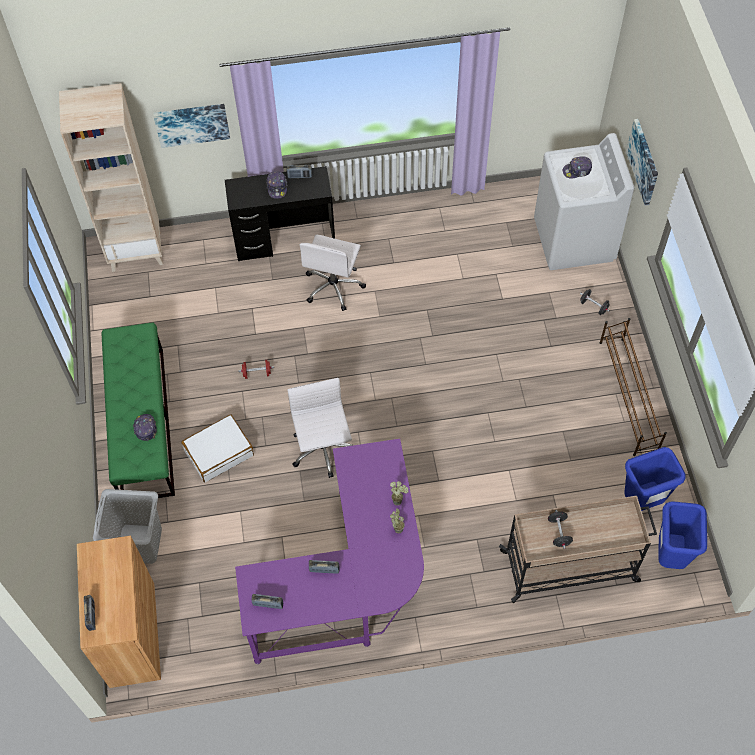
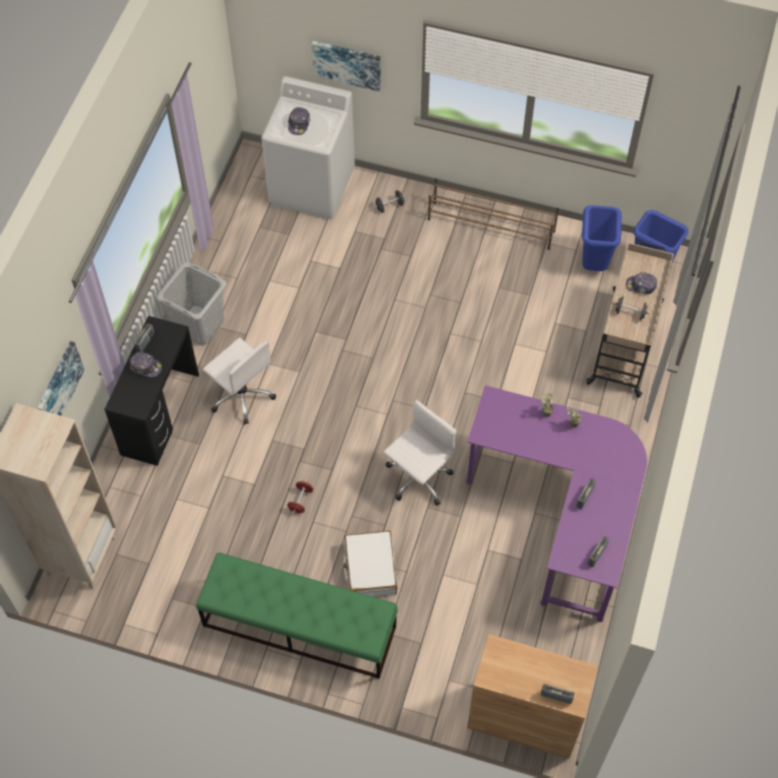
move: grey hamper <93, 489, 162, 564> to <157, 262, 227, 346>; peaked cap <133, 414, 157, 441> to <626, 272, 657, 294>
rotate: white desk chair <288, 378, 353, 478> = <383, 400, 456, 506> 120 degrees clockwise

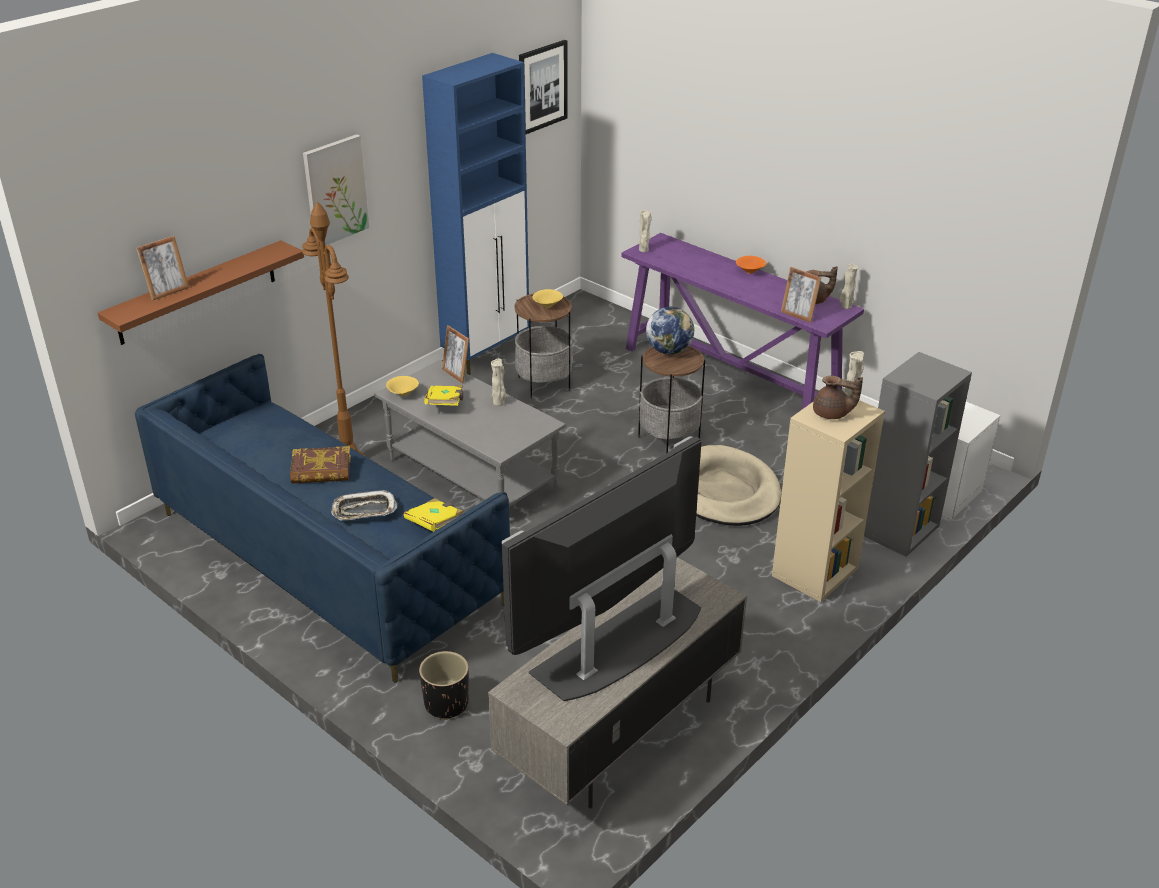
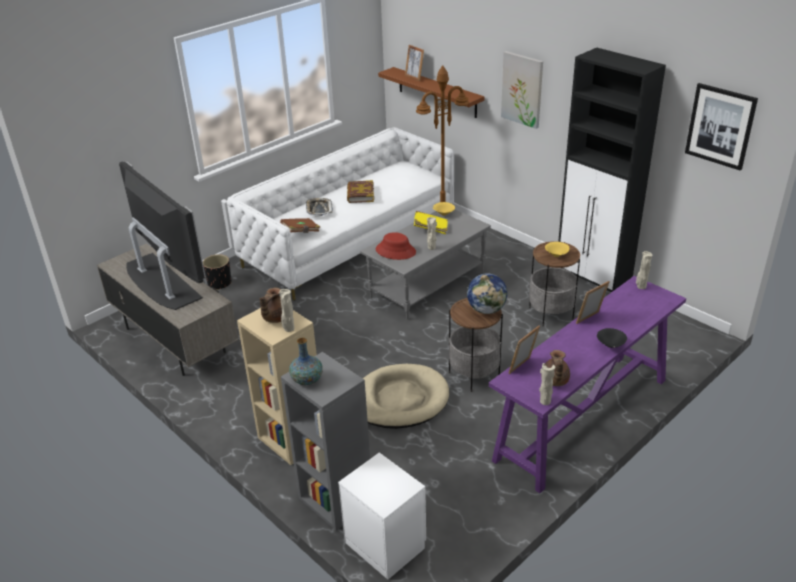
insert: vase <289, 338, 323, 385>; reddish hat <376, 232, 416, 260>
move: standing frame <442, 325, 469, 383> to <576, 281, 610, 324>
recolor: blue settee <135, 354, 510, 683> to white settee <227, 127, 454, 301>; yellow-coloured book <404, 498, 464, 532> to brownish book <280, 218, 320, 233>; blue storage cabinet <422, 53, 529, 375> to blackish storage cabinet <558, 48, 666, 292>; orange-coloured deep dish <736, 256, 766, 274> to blackish deep dish <597, 328, 627, 348>

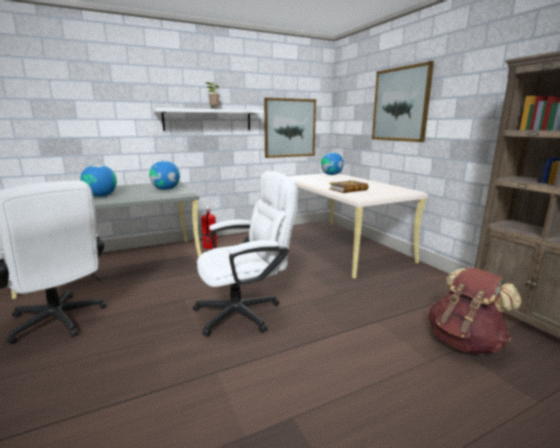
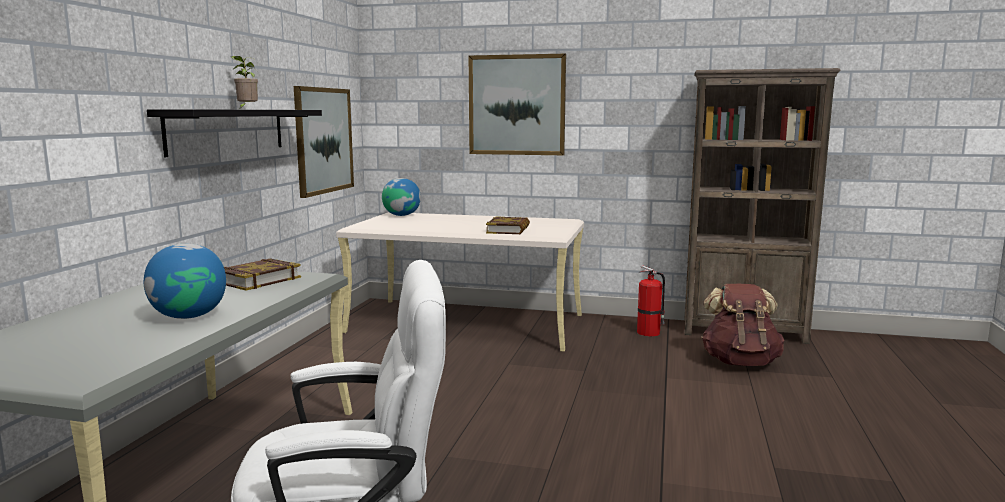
delete: white desk chair <193, 171, 298, 336>
move: fire-fighting cylinder <201, 206, 217, 249> to <637, 265, 665, 336>
replace: world globe <149, 161, 180, 190> to book <224, 258, 301, 291>
recolor: white bracket shelf <153, 108, 264, 131> to blackish bracket shelf <147, 109, 322, 157>

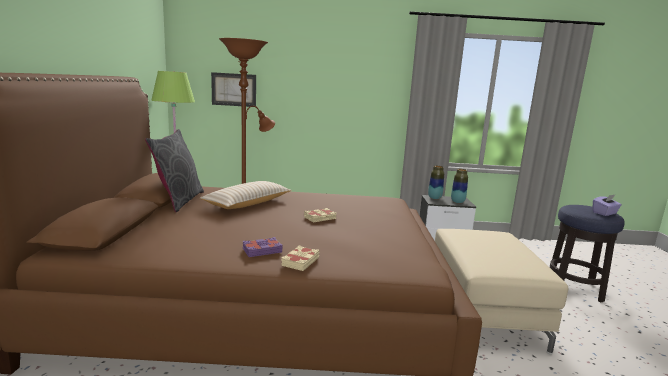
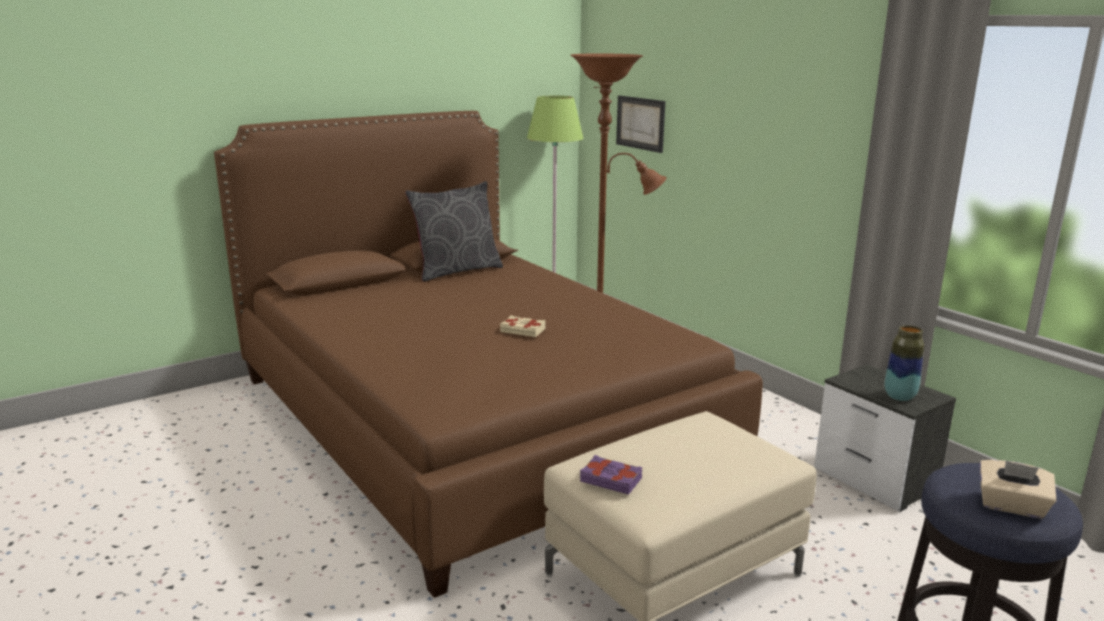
delete: beige-coloured pillow <200, 181, 292, 209>; beige-coloured book <281, 246, 319, 271>; vase <428, 166, 444, 199>
move: purple-coloured book <243, 237, 282, 257> to <580, 455, 643, 495>
recolor: purple-coloured box of tissues <593, 195, 622, 216> to beige-coloured box of tissues <979, 460, 1057, 519>

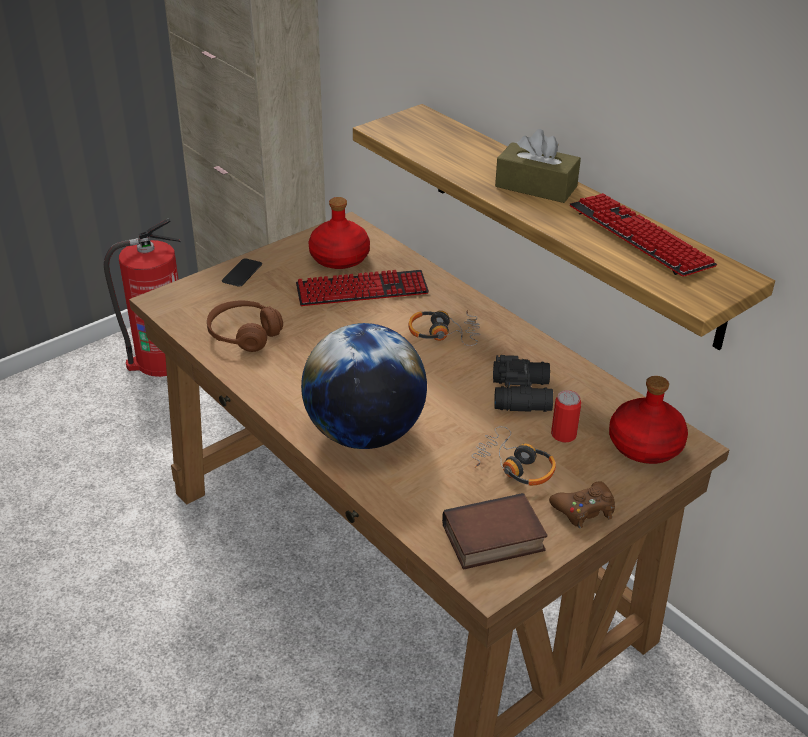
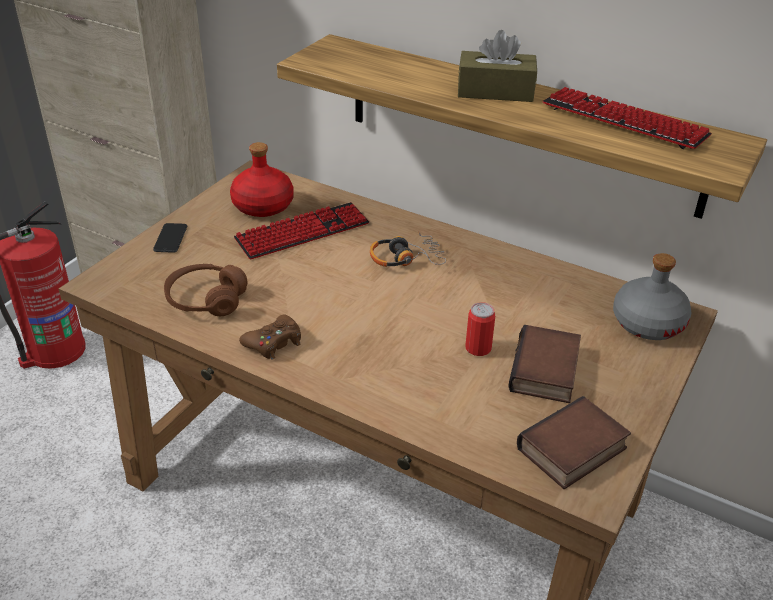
delete: world globe <301, 323, 427, 449>; blackish field glasses <493, 355, 553, 412>
move: brownish gamepad <549, 481, 615, 528> to <239, 315, 301, 360>; can <551, 390, 581, 442> to <465, 302, 495, 356>
replace: headset <472, 426, 556, 486> to book <509, 325, 581, 403>
recolor: reddish bottle <609, 376, 688, 464> to grey bottle <613, 253, 691, 340>

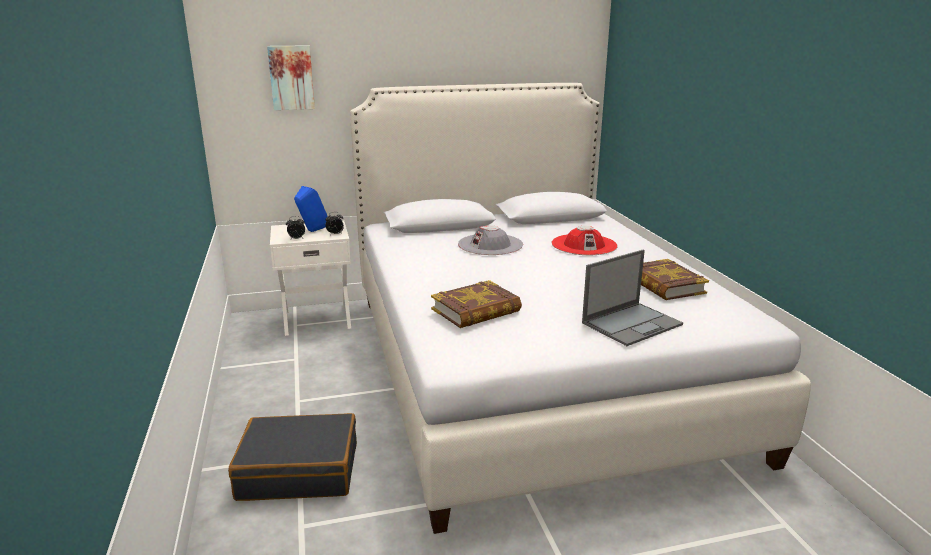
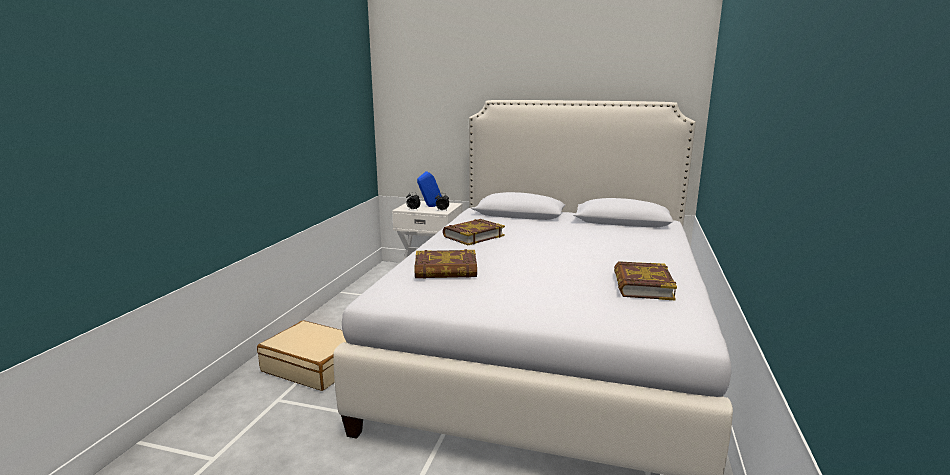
delete: picture <267, 45, 315, 110>; grey hat <458, 225, 523, 255>; reddish hat <552, 226, 618, 255>; laptop <582, 249, 683, 346>
insert: book <443, 219, 505, 245>
recolor: blackish piece of luggage <228, 413, 357, 501> to beige-coloured piece of luggage <257, 321, 347, 391>

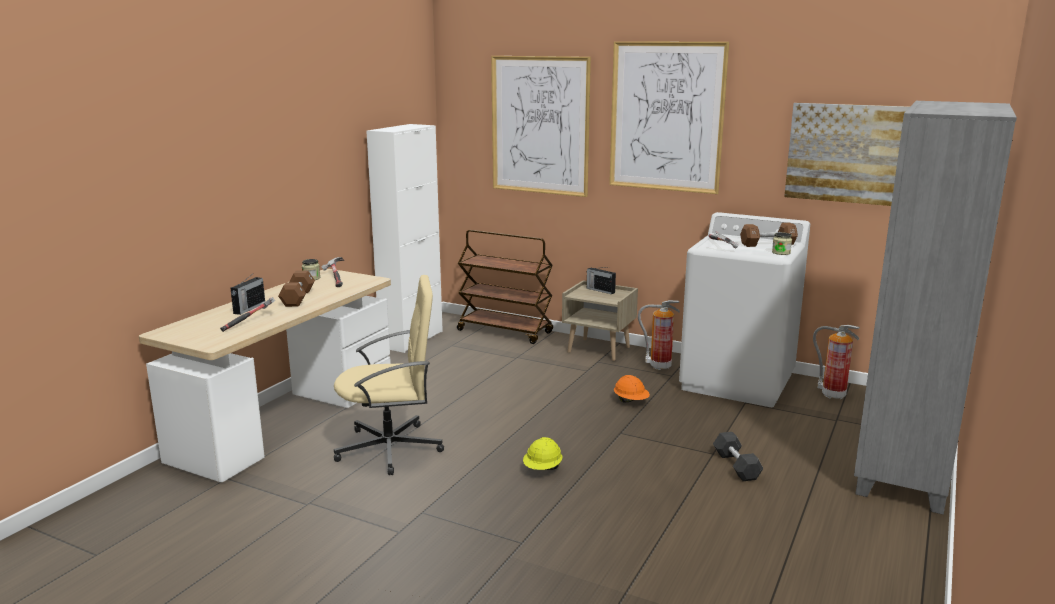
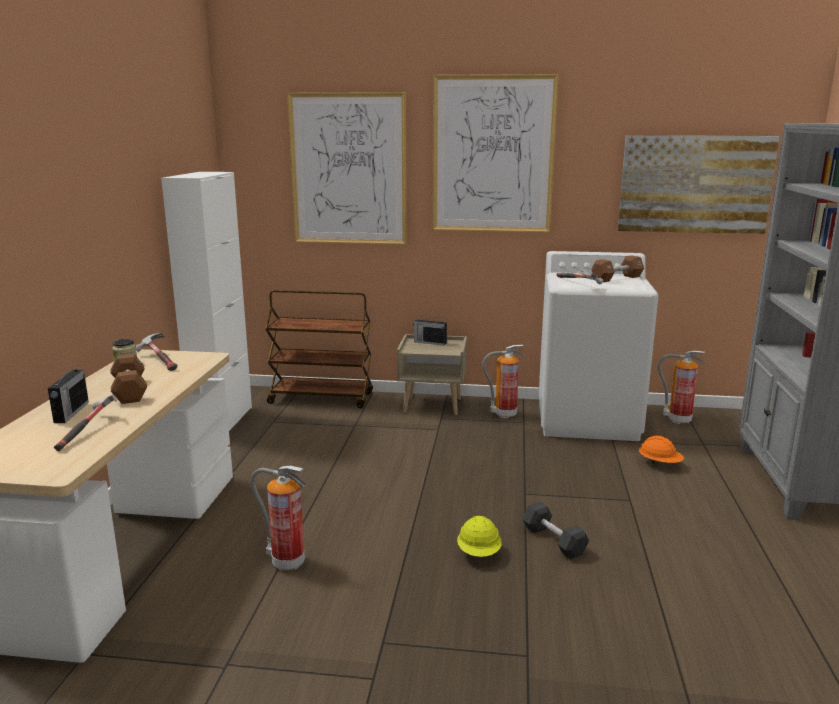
delete: preserve jar <772, 232, 792, 255>
move: orange-coloured work helmet <614, 375, 650, 402> to <639, 436, 684, 467>; blackish dumbbell <713, 432, 764, 481> to <522, 501, 589, 559>
replace: beige-coloured desk chair <334, 275, 444, 475> to fire-fighting cylinder <251, 466, 306, 570>

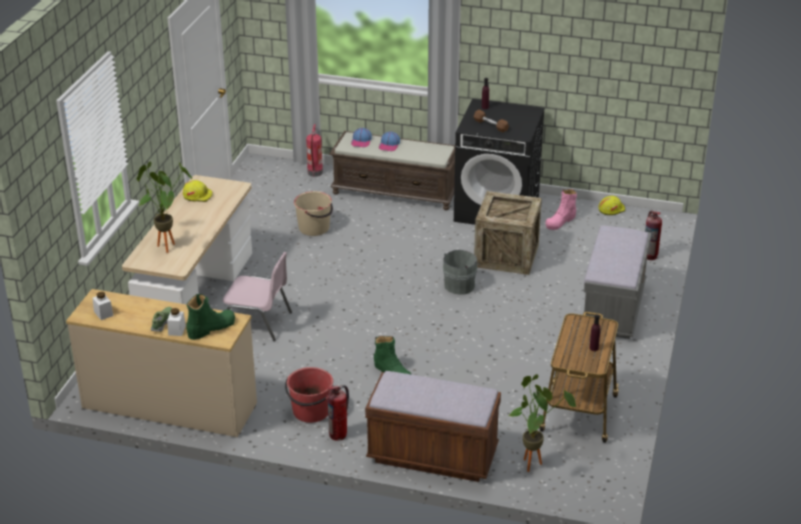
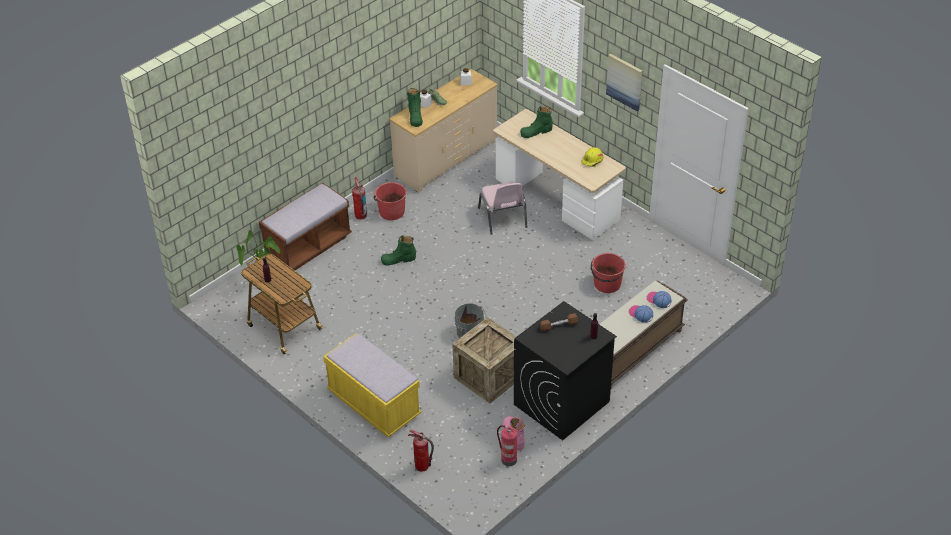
delete: yellow-coloured work helmet <598, 196, 625, 215>
insert: picture <606, 54, 642, 111>
move: fire-fighting cylinder <306, 124, 323, 177> to <497, 425, 519, 466>
replace: plant in a pot <136, 161, 192, 253> to green-coloured high-top boot <520, 106, 553, 138>
recolor: beige-coloured water bucket <294, 191, 333, 236> to reddish water bucket <591, 253, 626, 293>; grey bench <584, 225, 651, 339> to yellow-coloured bench <323, 333, 421, 437>
rotate: pink upright chair <223, 252, 292, 341> = <478, 181, 527, 235> 60 degrees counterclockwise

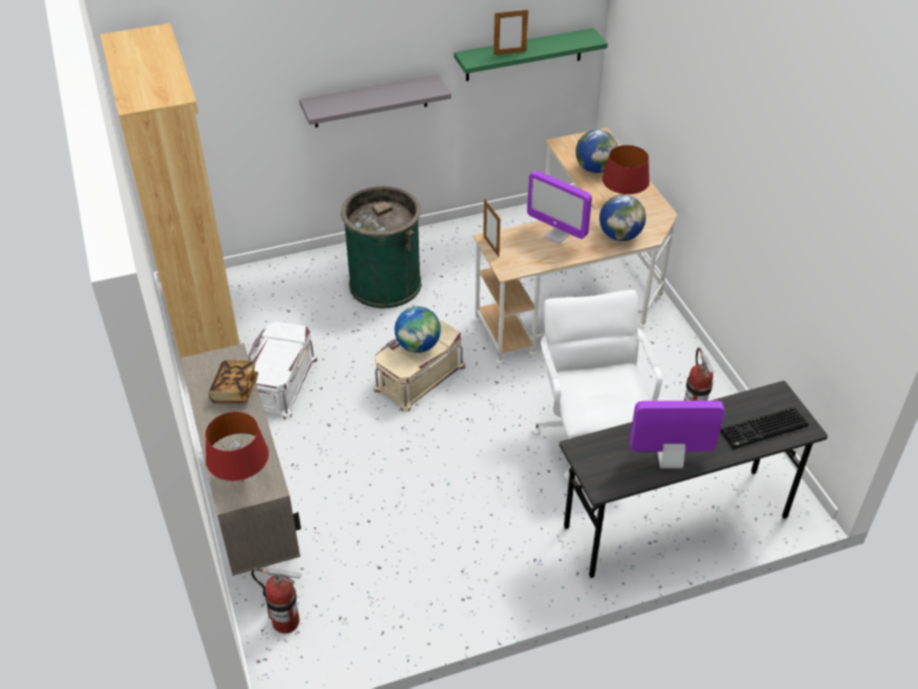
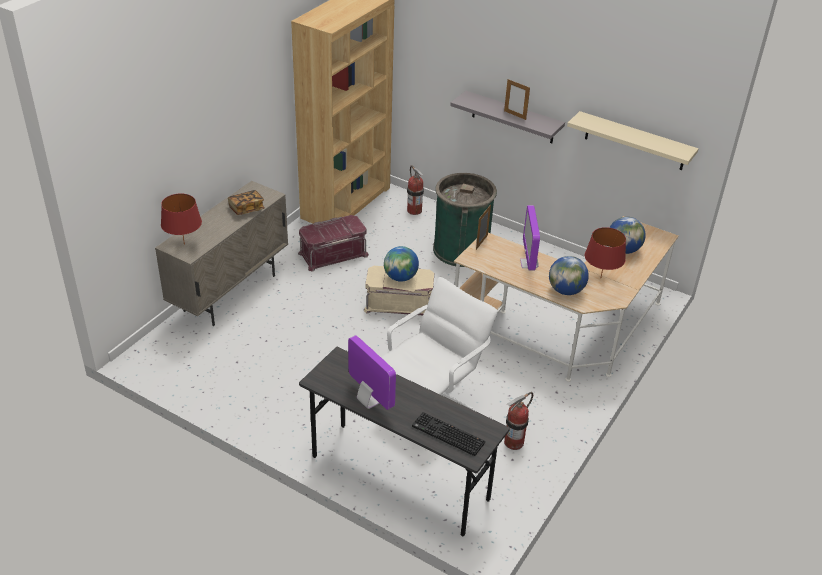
move: fire-fighting cylinder <251, 568, 302, 634> to <407, 165, 424, 215>; standing frame <494, 10, 528, 55> to <504, 79, 530, 120>
recolor: white storage box <248, 322, 317, 420> to reddish storage box <298, 215, 369, 272>; green-coloured bracket shelf <454, 28, 608, 81> to beige-coloured bracket shelf <567, 111, 699, 170>

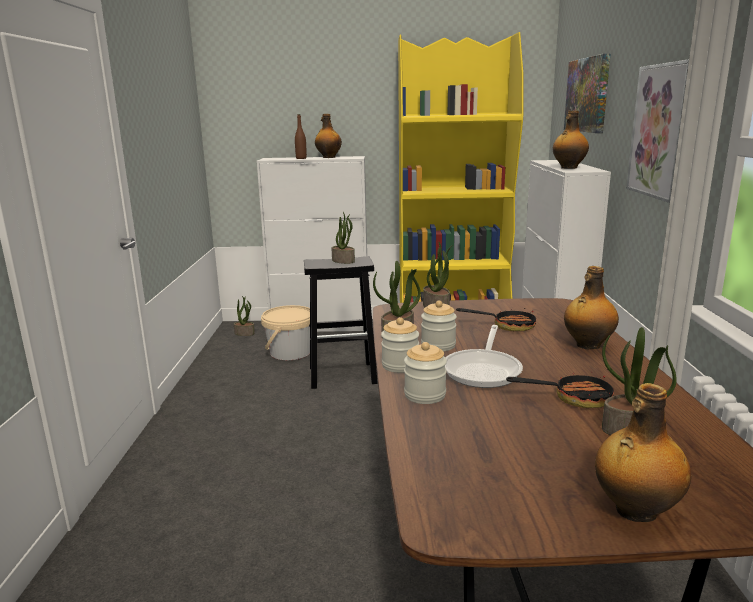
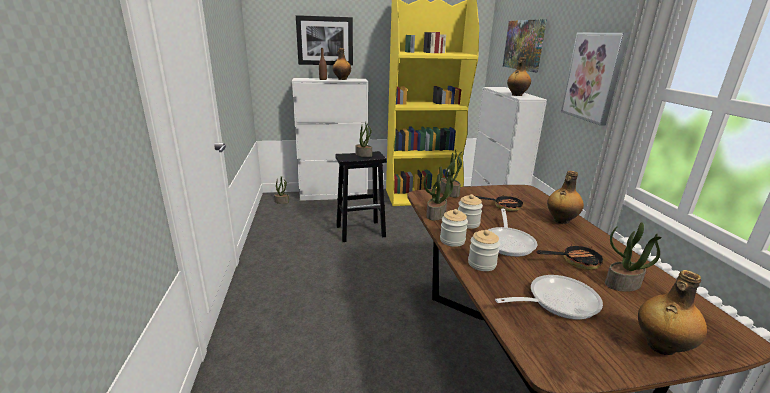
delete: beige-coloured water bucket <261, 305, 310, 360>
insert: picture <296, 15, 353, 65>; pan <495, 275, 603, 320>

